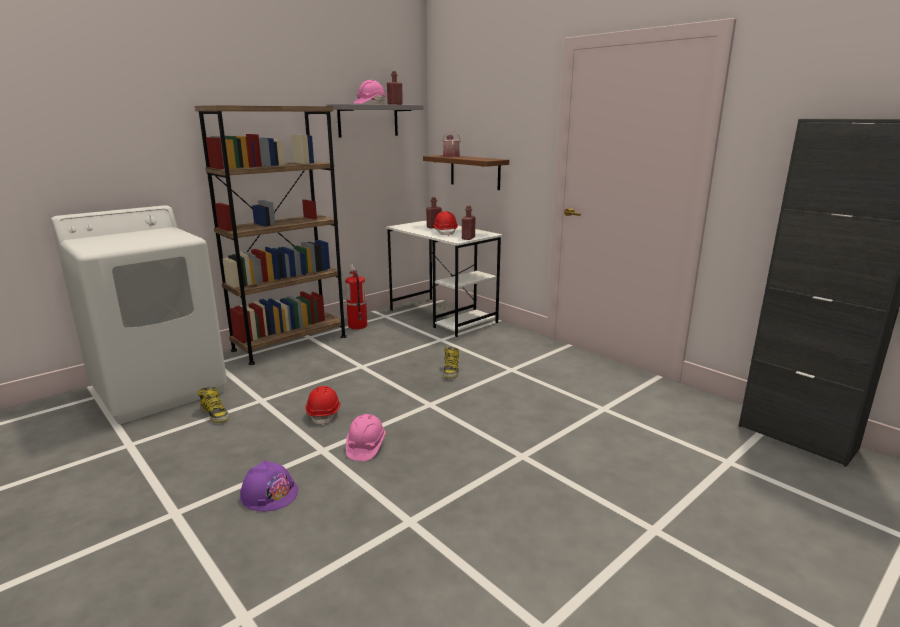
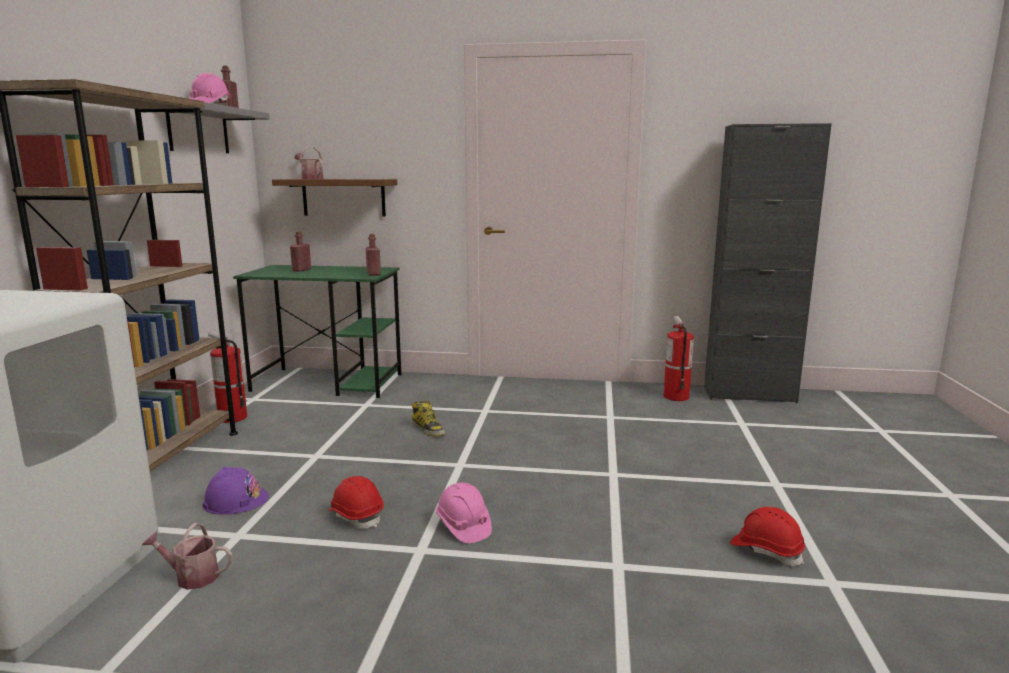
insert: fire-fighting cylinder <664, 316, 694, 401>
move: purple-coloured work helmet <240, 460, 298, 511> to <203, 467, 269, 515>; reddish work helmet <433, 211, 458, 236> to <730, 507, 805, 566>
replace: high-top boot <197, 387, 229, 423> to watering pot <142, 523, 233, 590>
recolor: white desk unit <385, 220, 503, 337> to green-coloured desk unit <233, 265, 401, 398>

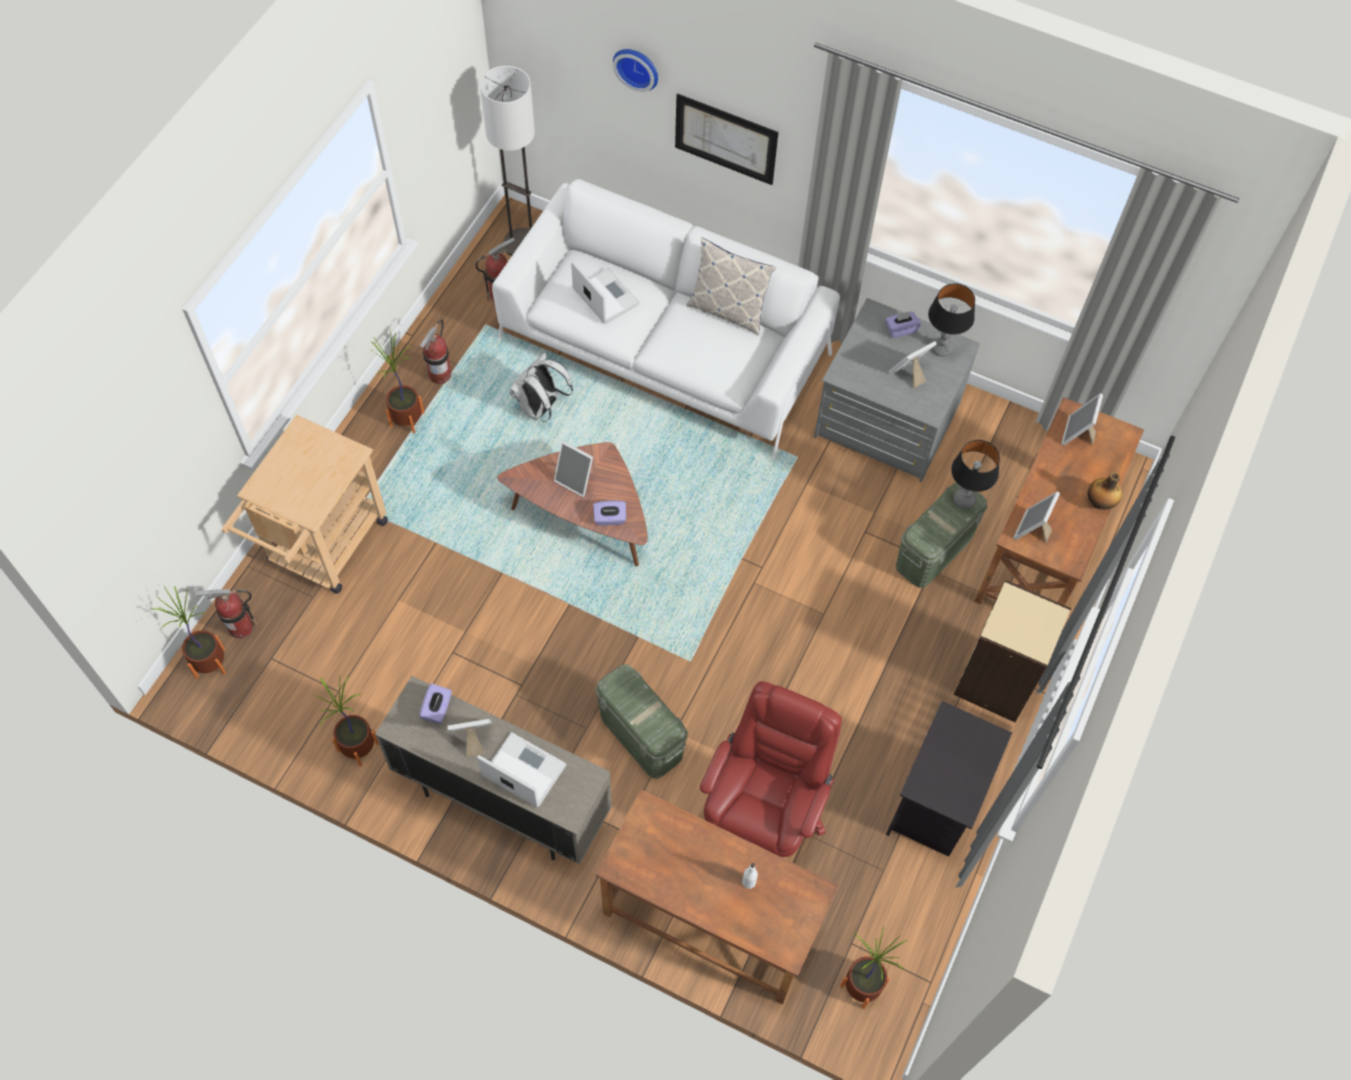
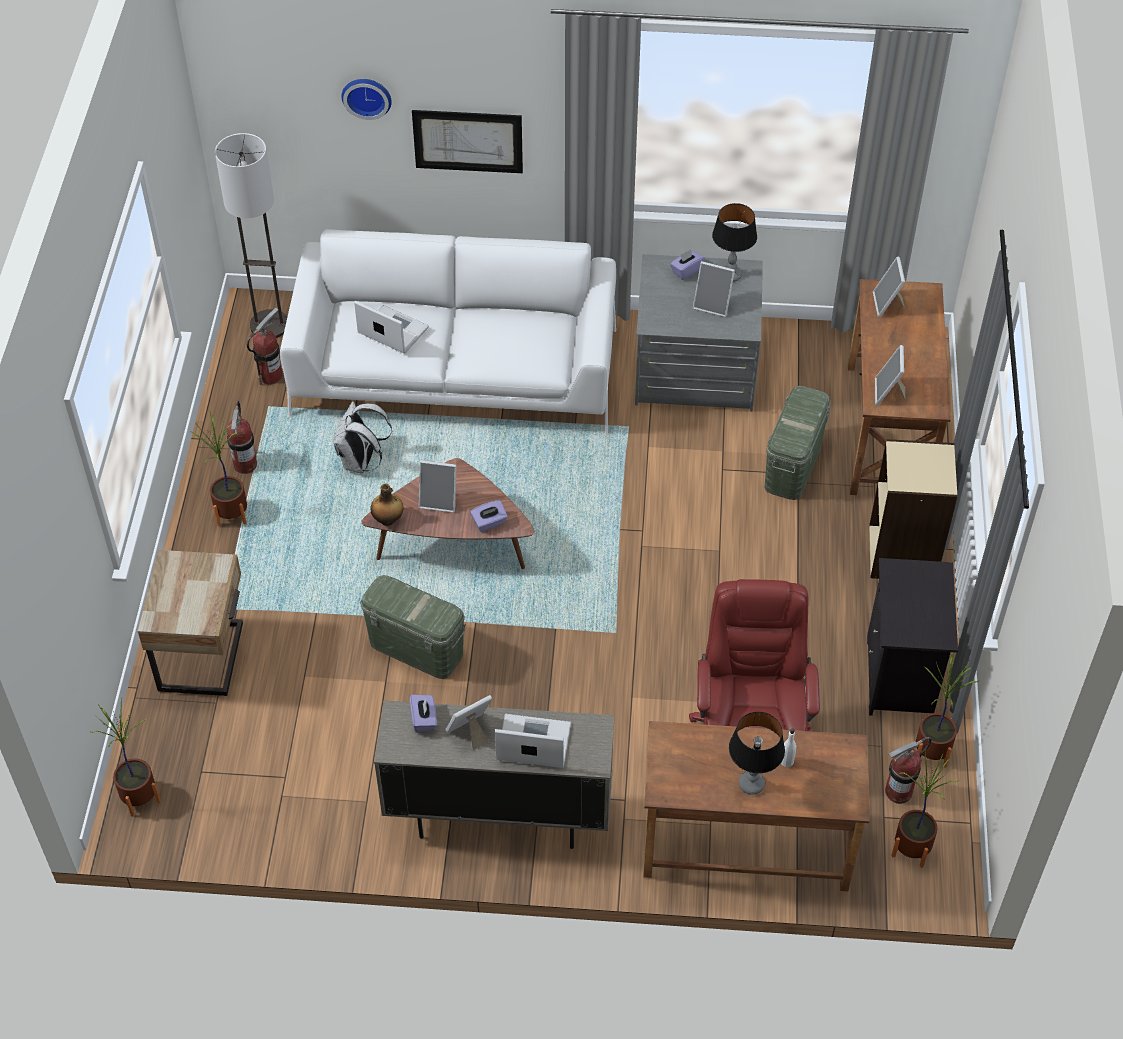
delete: pillow <686, 237, 776, 335>
move: fire-fighting cylinder <195, 589, 258, 638> to <885, 737, 932, 804>; plant in a pot <312, 675, 379, 766> to <916, 652, 979, 768>; green-coloured storage box <596, 664, 688, 779> to <360, 575, 466, 679>; tabletop lamp <951, 440, 1000, 509> to <729, 712, 785, 795>; bottle <1087, 472, 1122, 510> to <371, 484, 403, 526>
replace: beige-coloured trolley <222, 415, 388, 594> to beige-coloured night table <138, 550, 243, 696>
rotate: standing frame <889, 341, 937, 389> = <693, 261, 735, 317> 105 degrees counterclockwise

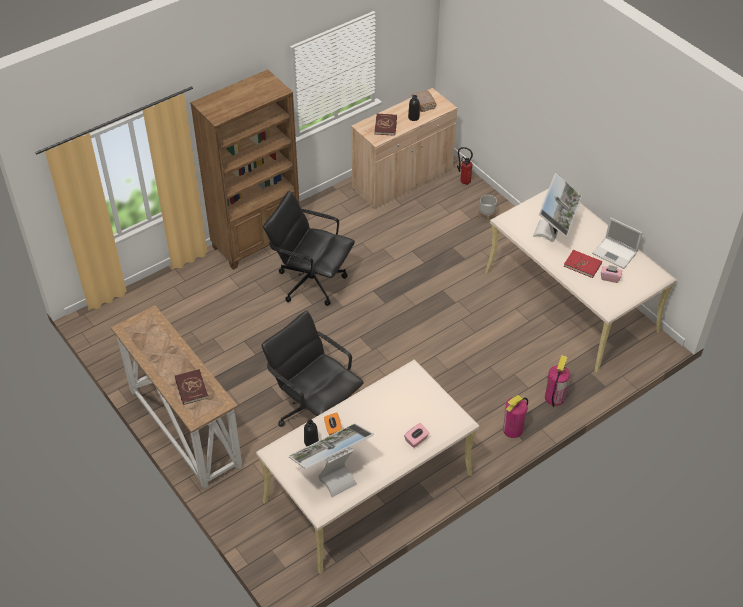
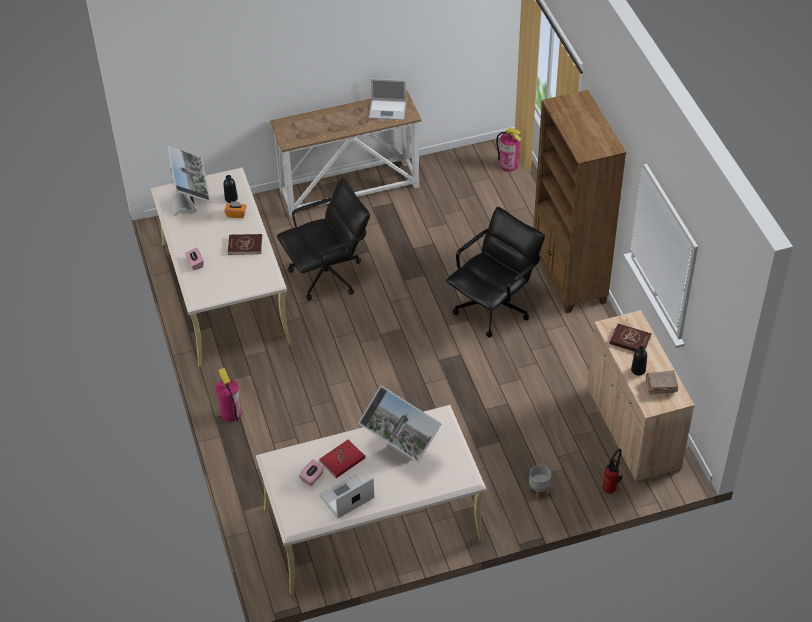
insert: laptop <369, 78, 406, 120>
move: reddish book <175, 369, 208, 405> to <228, 234, 262, 255>; fire-fighting cylinder <545, 355, 570, 407> to <496, 128, 522, 172>

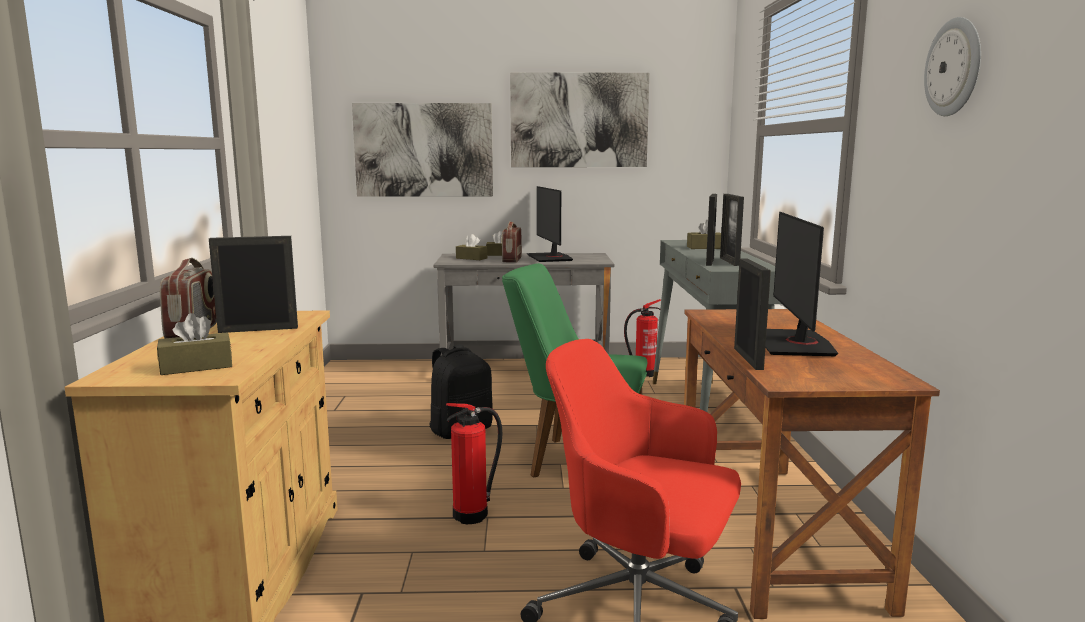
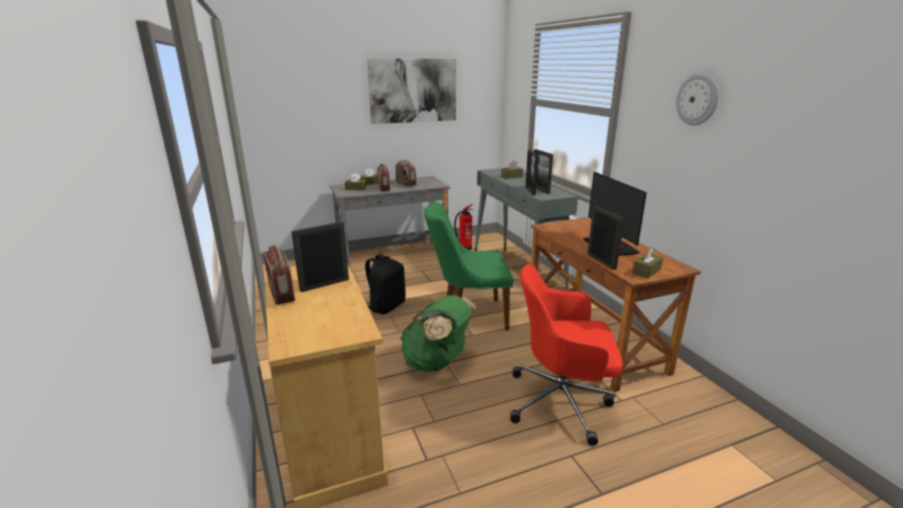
delete: picture <352, 103, 493, 197>
move: brownish box of tissues <157, 313, 232, 375> to <632, 247, 663, 278>
replace: fire-fighting cylinder <446, 403, 502, 524> to green-coloured rucksack <400, 295, 476, 372>; computer screen <527, 186, 573, 262> to radio receiver <395, 160, 417, 187>

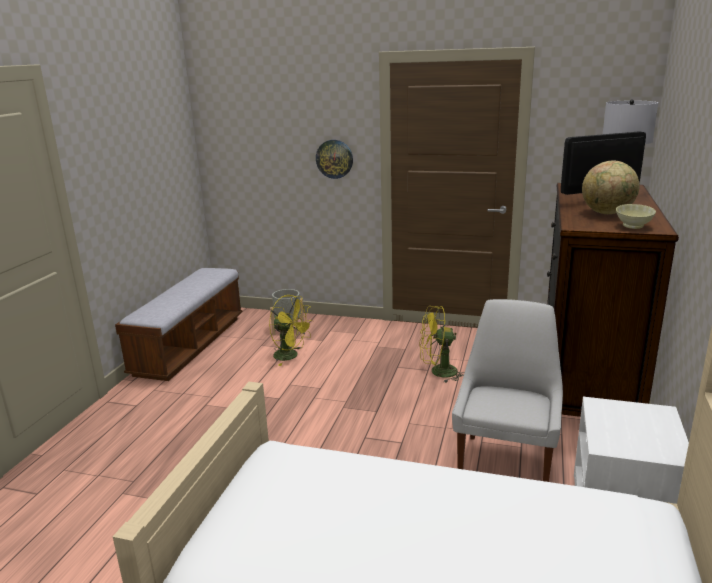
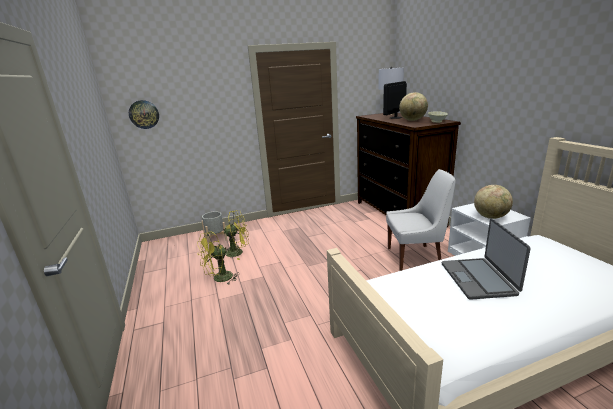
delete: bench <115, 268, 242, 381>
insert: laptop <442, 218, 531, 300>; world globe <474, 185, 513, 219>
move: hanging clock <316, 140, 353, 179> to <129, 100, 159, 129>; yellow-coloured electric fan <419, 306, 465, 383> to <198, 231, 240, 285>
rotate: white upright chair <452, 299, 563, 482> = <386, 169, 456, 271> 105 degrees clockwise

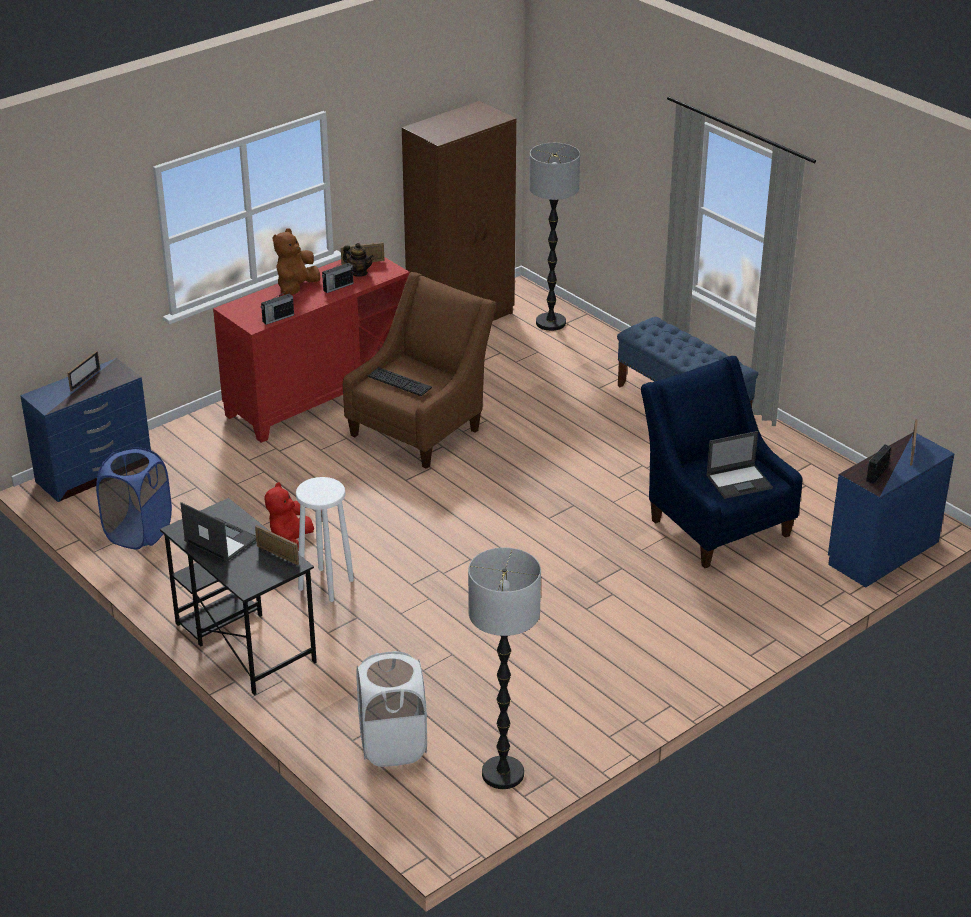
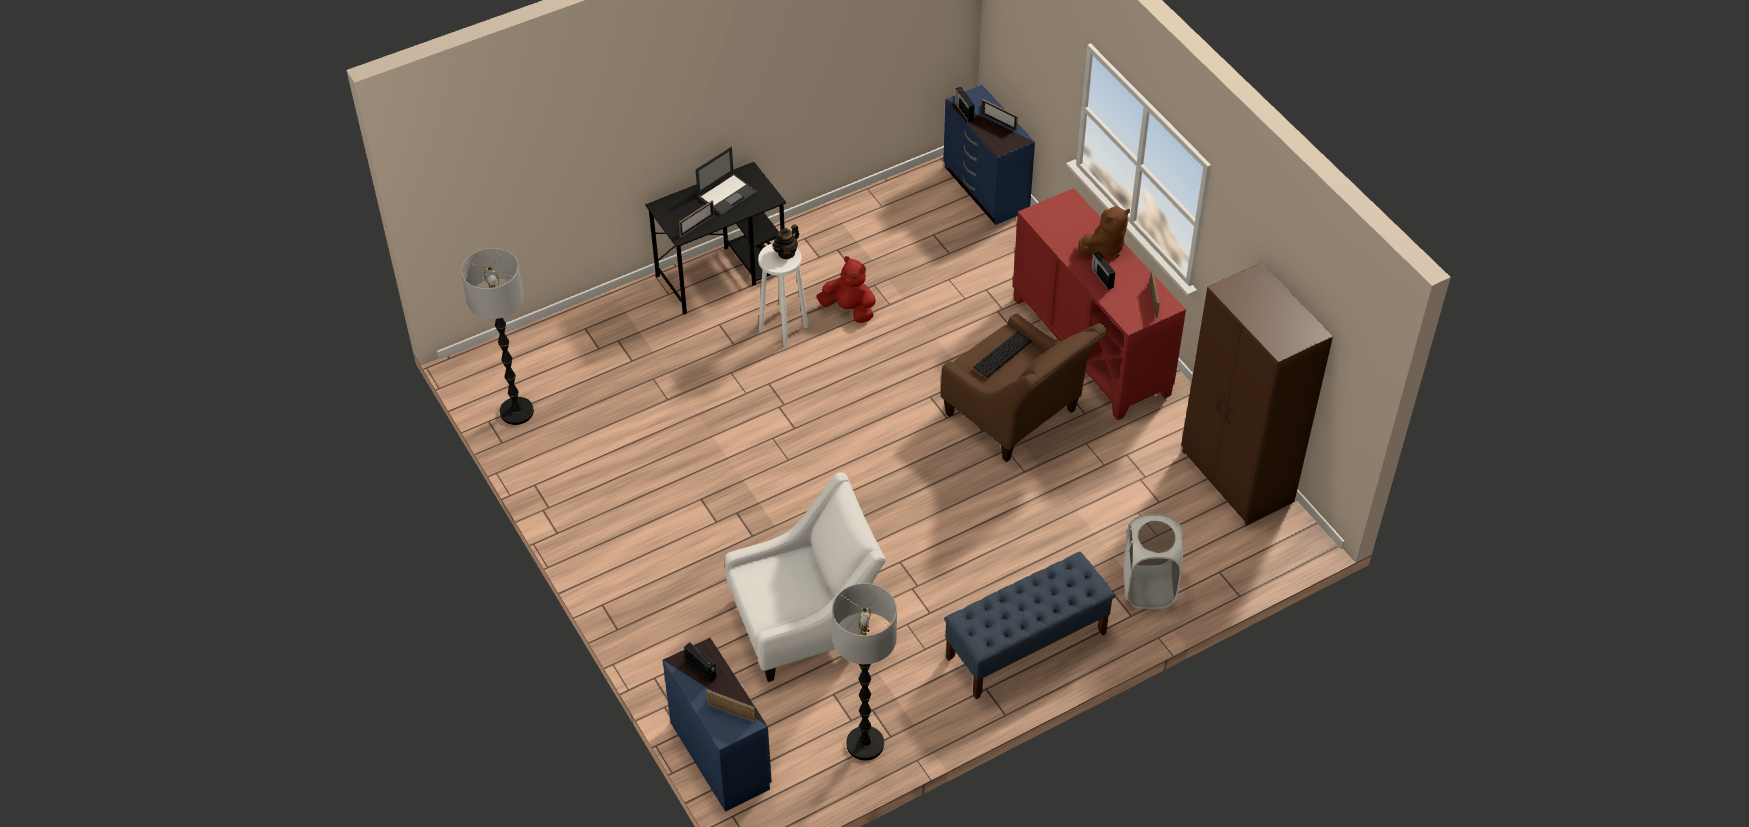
delete: blue hamper <96, 447, 172, 550>; laptop <706, 431, 773, 499>
move: radio receiver <261, 291, 294, 325> to <955, 87, 975, 122>; tea pot <343, 243, 374, 277> to <772, 224, 799, 259>; white hamper <356, 651, 427, 767> to <1124, 514, 1183, 609>; standing lamp <529, 143, 580, 331> to <832, 583, 897, 761>
recolor: blue armchair <641, 356, 802, 568> to white armchair <725, 472, 886, 682>
rotate: brownish cuddly toy <273, 228, 320, 295> = <1078, 206, 1130, 258> 105 degrees clockwise

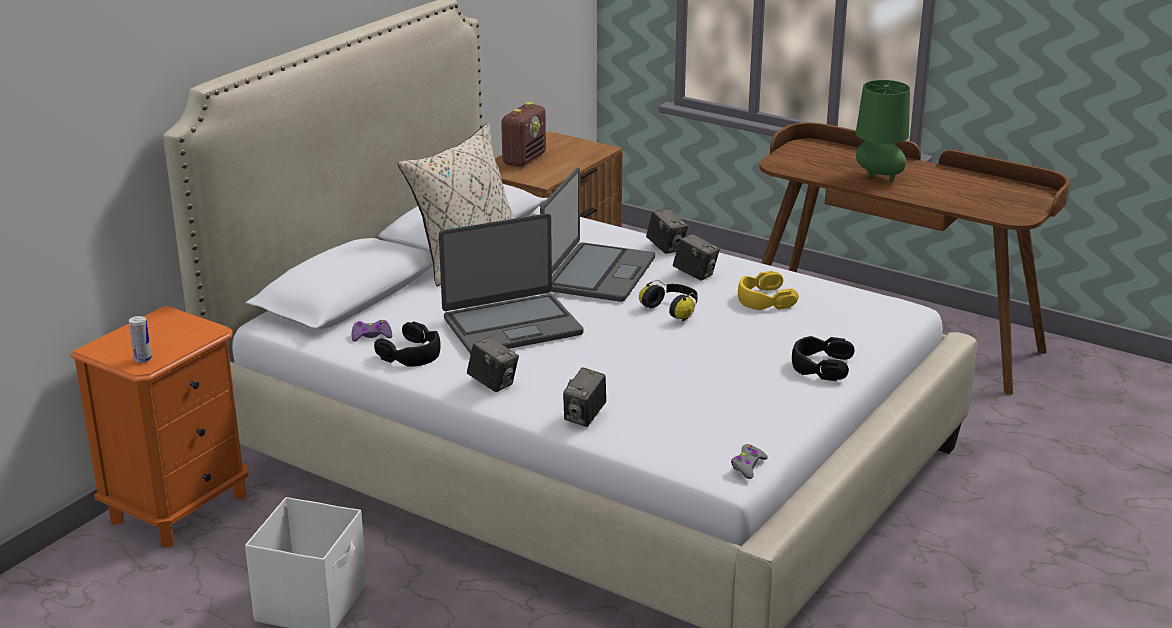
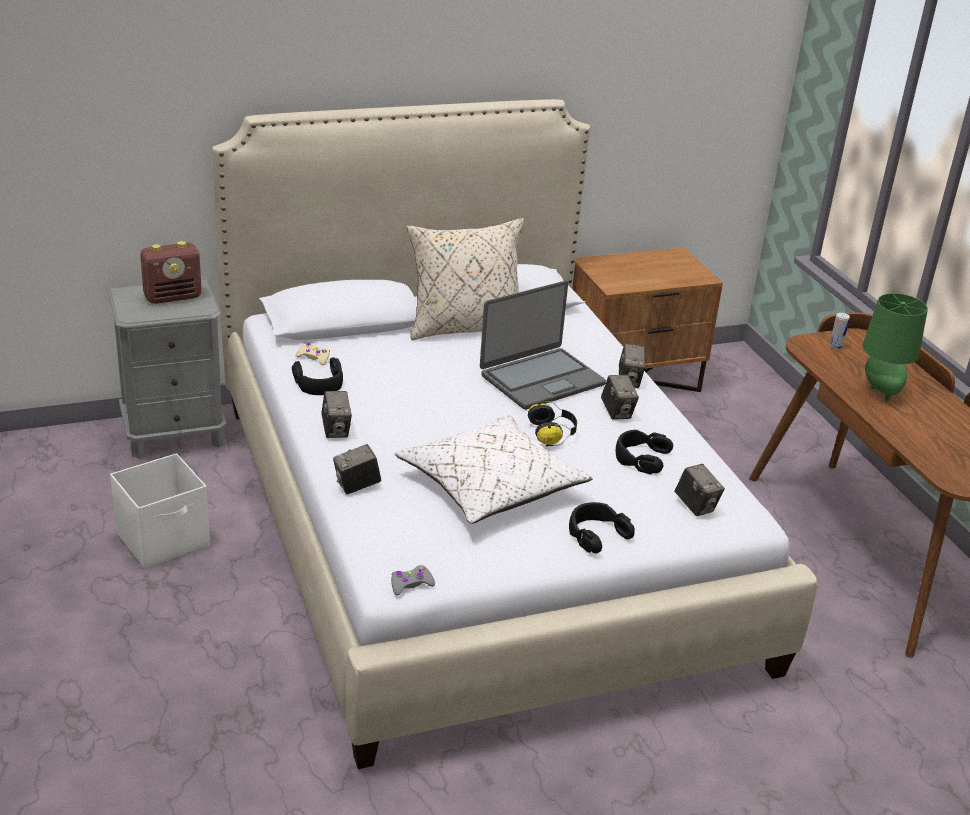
delete: laptop <439, 213, 584, 354>
insert: white pillow <395, 415, 593, 524>; still camera <675, 464, 725, 516>
move: can <129, 316, 152, 363> to <829, 313, 850, 349>; radio receiver <501, 102, 546, 167> to <140, 241, 202, 304>
recolor: orange-coloured night table <71, 305, 249, 547> to grey night table <108, 280, 227, 458>; purple-coloured gamepad <351, 320, 392, 342> to beige-coloured gamepad <295, 343, 330, 365>; yellow-coloured headset <738, 271, 799, 310> to blackish headset <616, 430, 673, 474>

